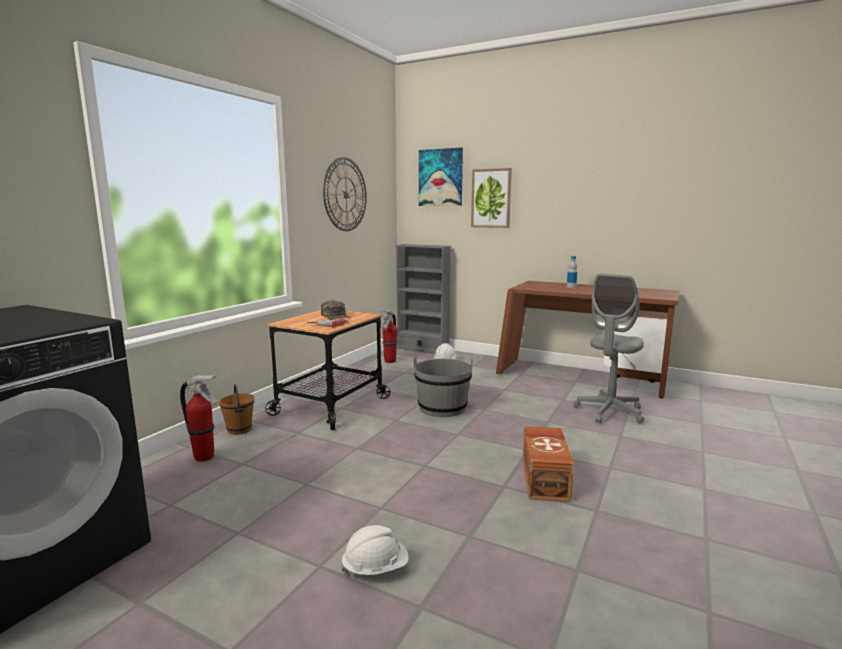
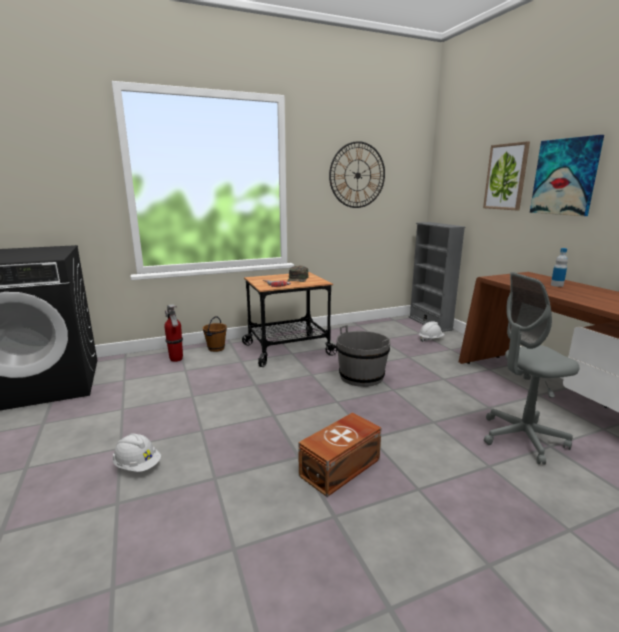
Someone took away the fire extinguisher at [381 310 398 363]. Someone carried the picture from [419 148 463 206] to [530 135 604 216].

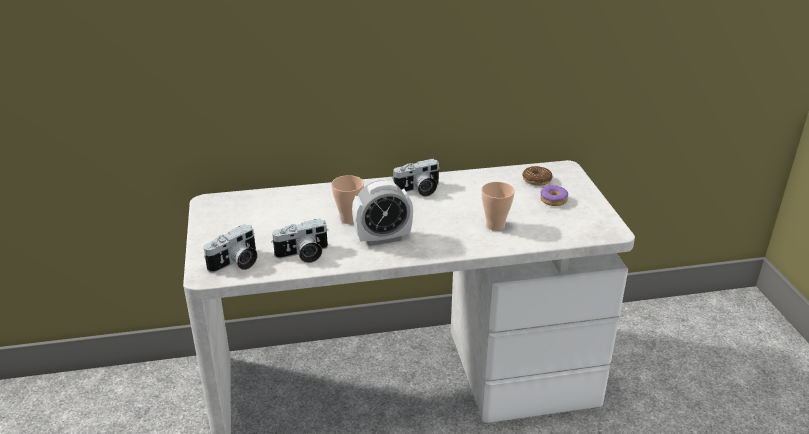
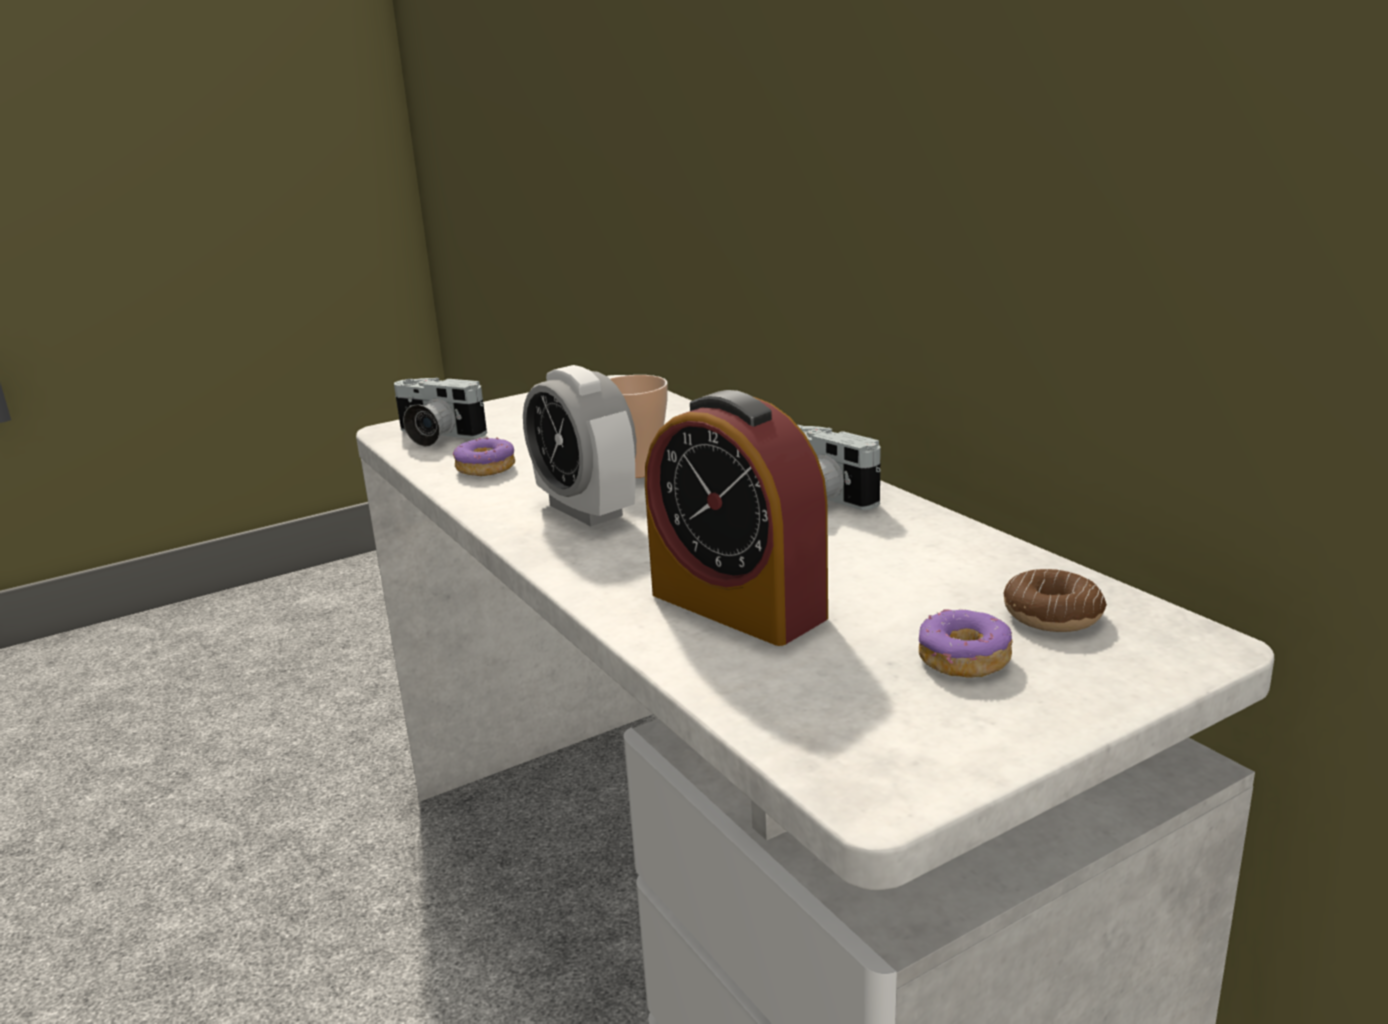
Someone swapped the photo camera at [271 219 328 263] for the donut at [453 437 515 476]. Someone swapped the cup at [481 182 515 231] for the alarm clock at [645 390 828 646].

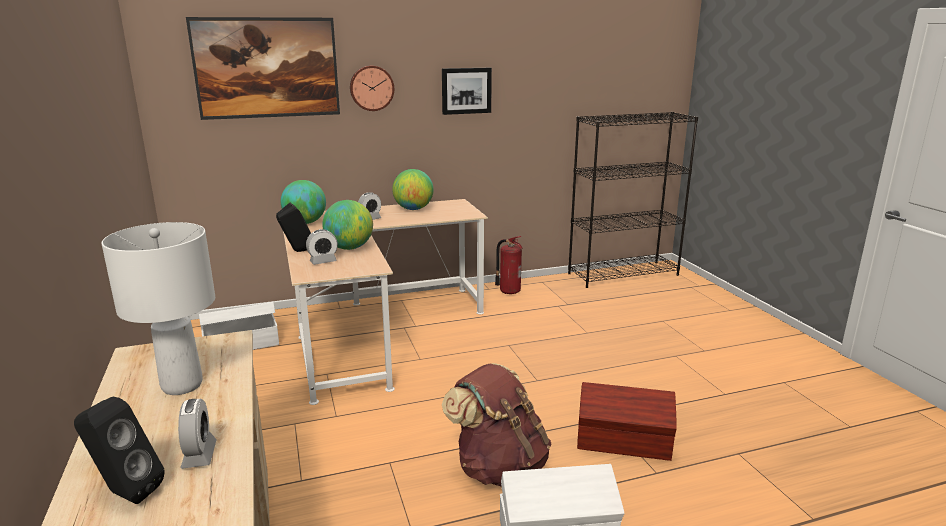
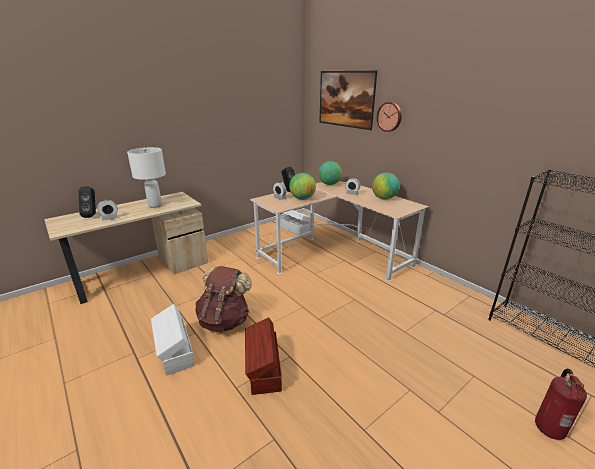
Someone took away the picture at [442 68 492 115]. Someone carried the fire extinguisher from [495 236 522 294] to [535 369 587 440].

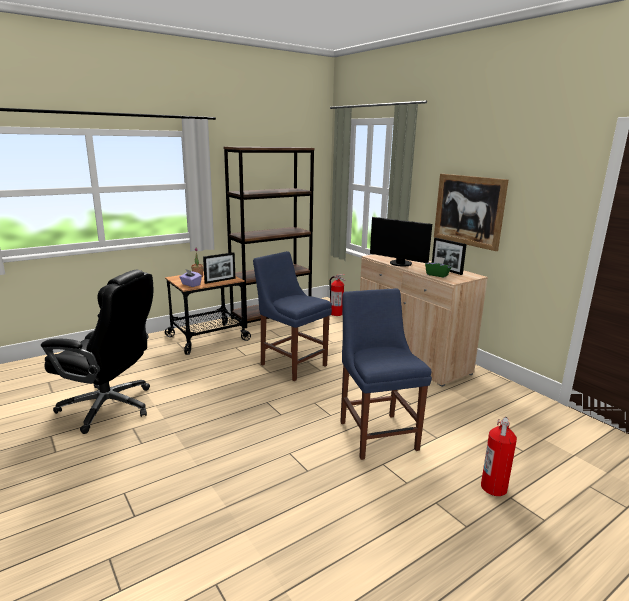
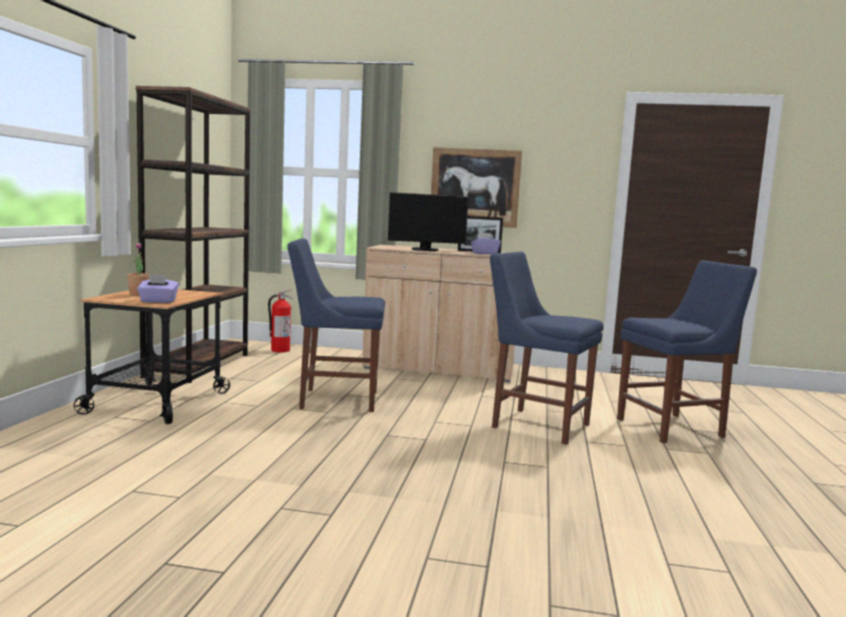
Someone took away the office chair/black at [41 270 153 434]. Someone took away the picture frame at [203 252 235 284]. Someone swapped the fire extinguisher at [481 417 517 496] for the chair/blue at [617 261 757 443]. Someone repainted the tissue box/green at [425 256 451 278], which became the tissue box/purple at [471 233 501 255].

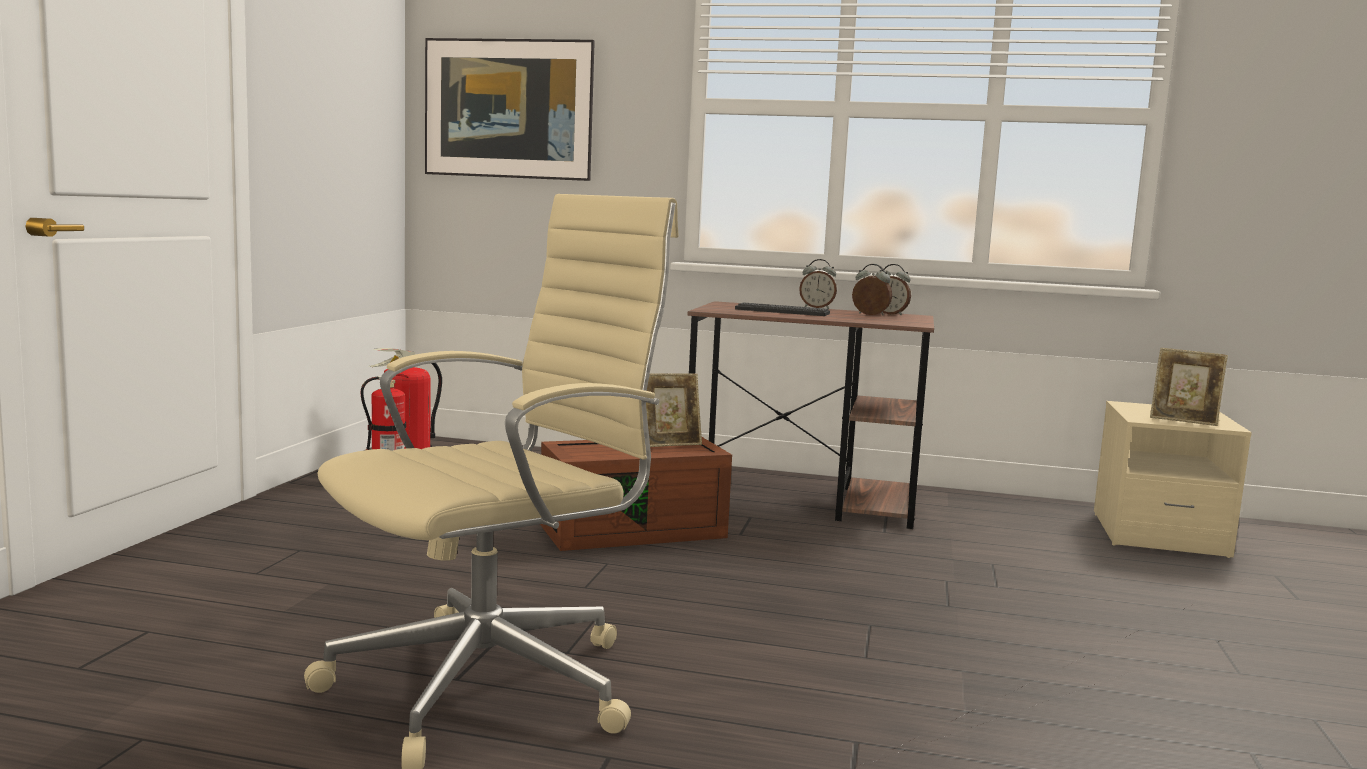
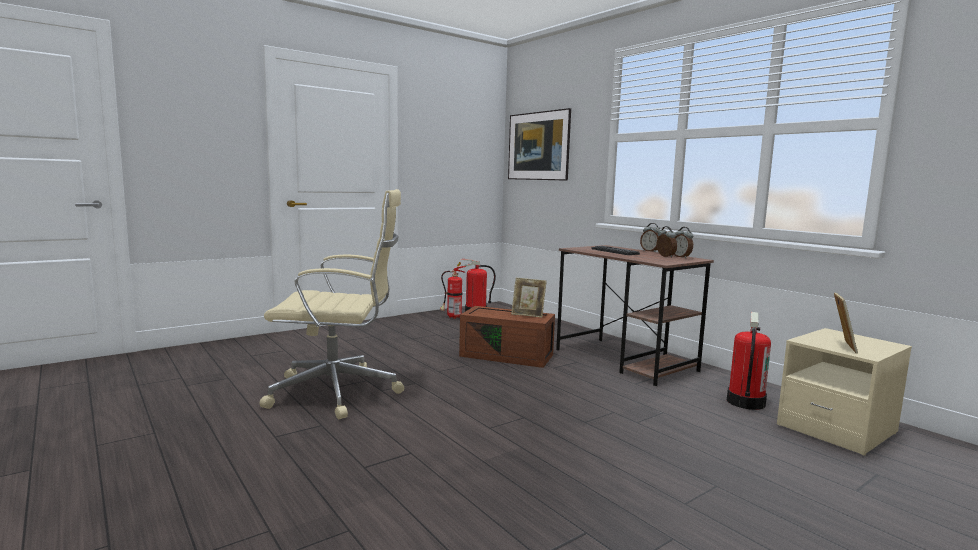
Someone put down the fire extinguisher at [727 312 771 410]. Someone rotated the picture frame at [1150 348 1228 426] by 135 degrees counterclockwise.

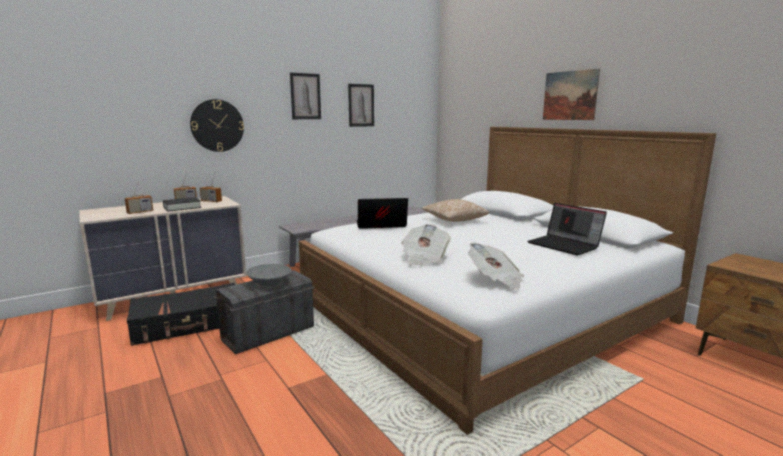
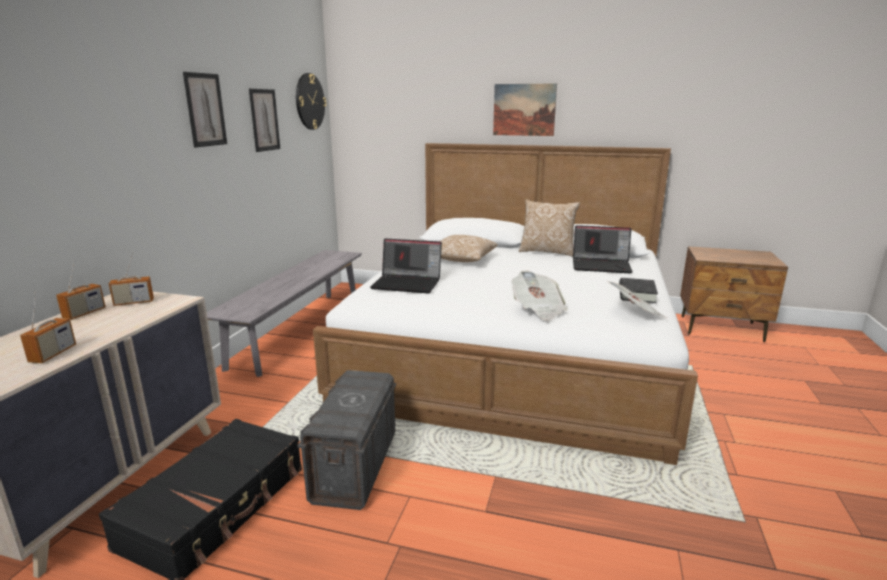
Someone took away the bowl/grey at [246 264 292 287]. Someone put down the pillow at [519 199 580 257]. Someone carried the book/black from [163 197 202 212] to [619 278 658 303]. Someone carried the wall clock from [190 99 244 152] to [296 73 326 130]. Someone rotated the laptop at [356 198 408 229] by 120 degrees counterclockwise.

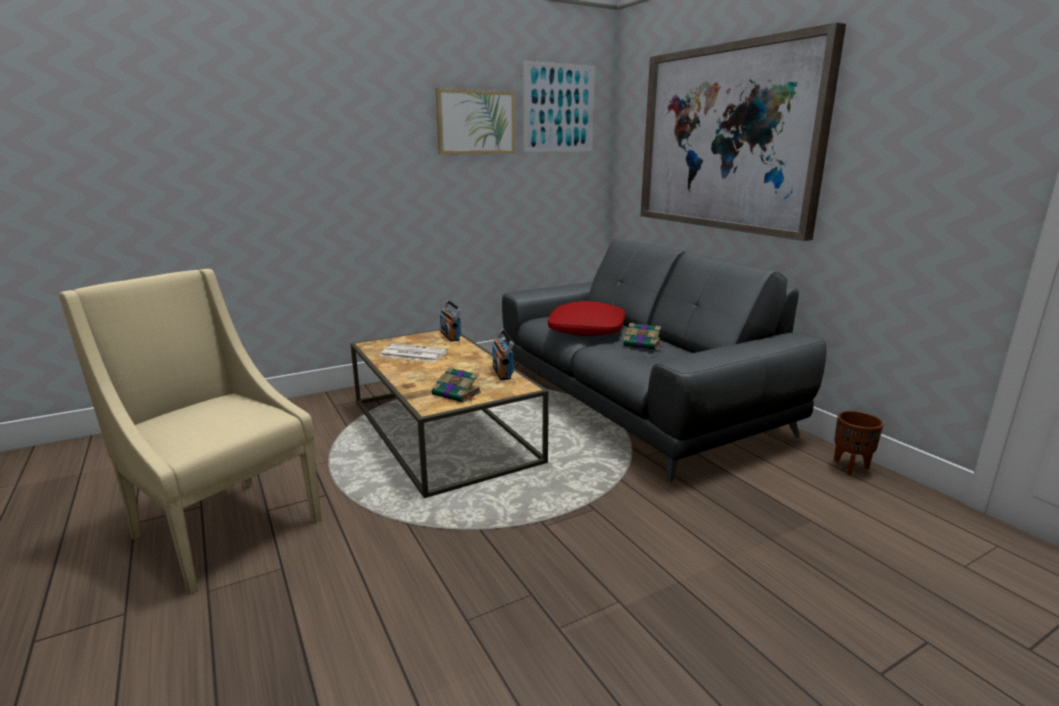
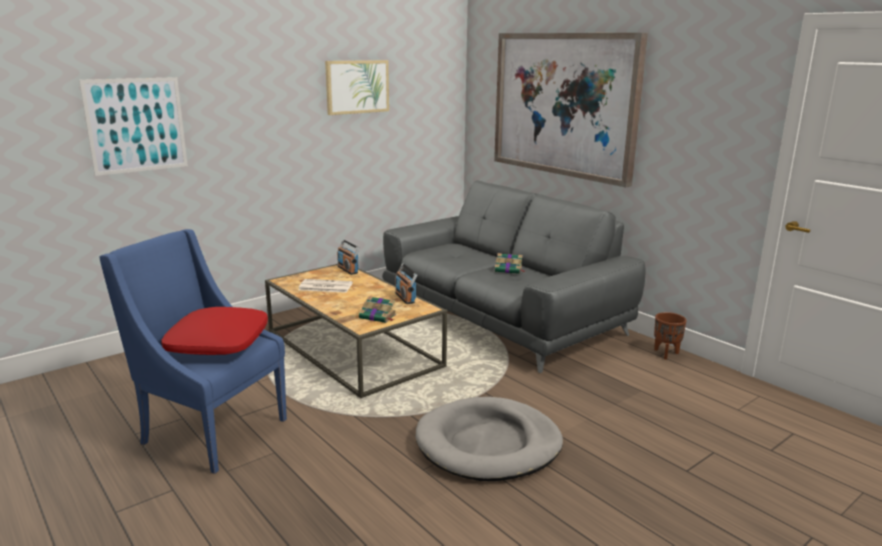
Someone put down the dog bed/grey at [416 397 563 481]. Someone carried the picture from [523 61 595 152] to [79 77 188 176]. Someone carried the pillow/red from [548 301 626 336] to [161 307 268 355]. Someone repainted the armchair/beige at [59 269 321 594], which became the armchair/blue at [100 229 287 474].

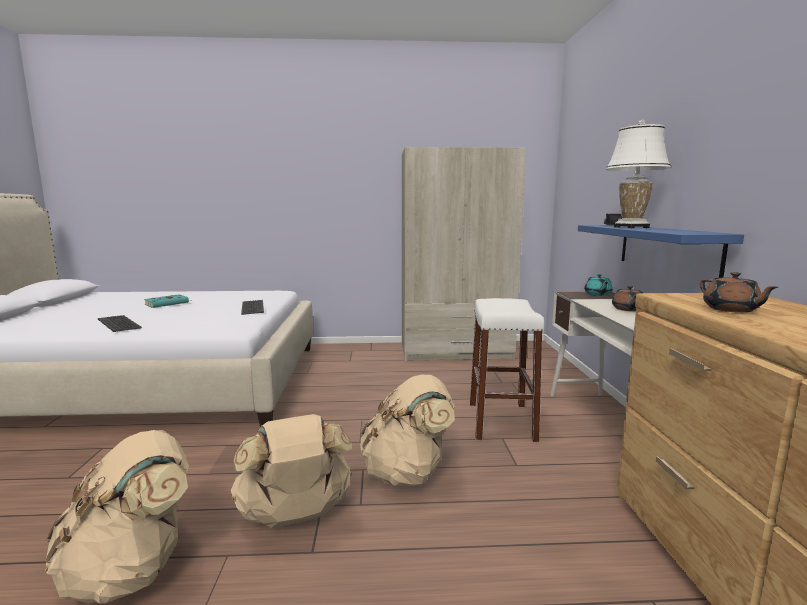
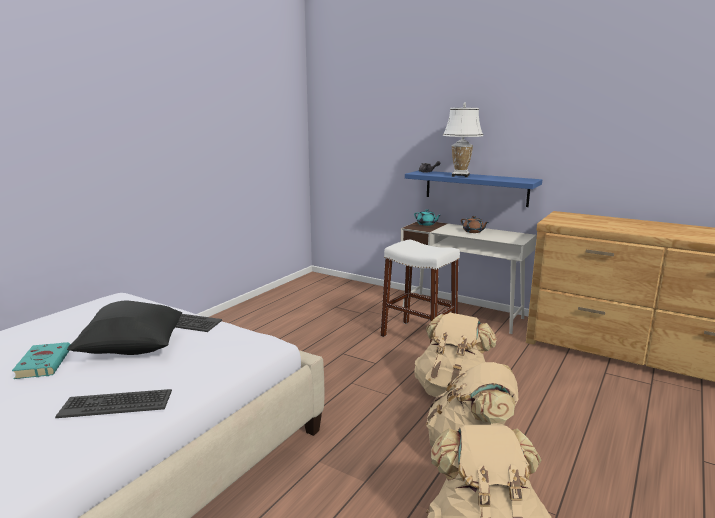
Someone took away the wardrobe/beige at [402 147 526 361]. Someone took away the teapot/brown at [700 272 778 313]. Someone put down the pillow/black at [67 301 182 355].

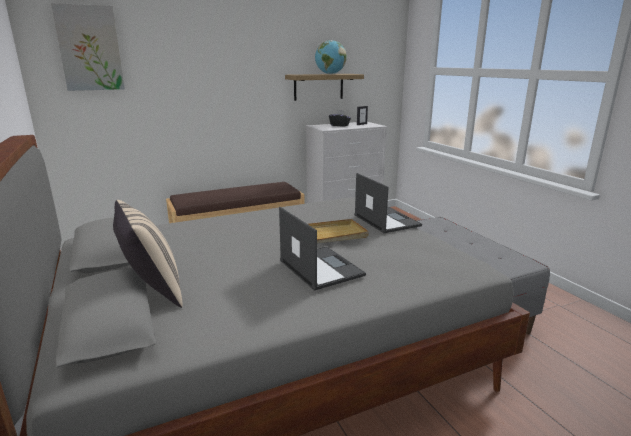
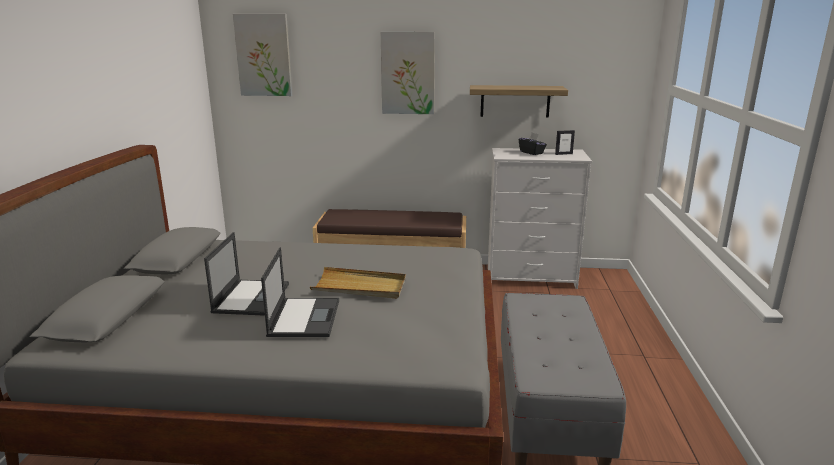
Someone took away the pillow/beige at [113 200 183 308]. Someone took away the globe at [315 40 347 74]. Someone put up the picture at [381 32 435 114]. Someone carried the laptop from [354 173 422 233] to [204 232 289 316].

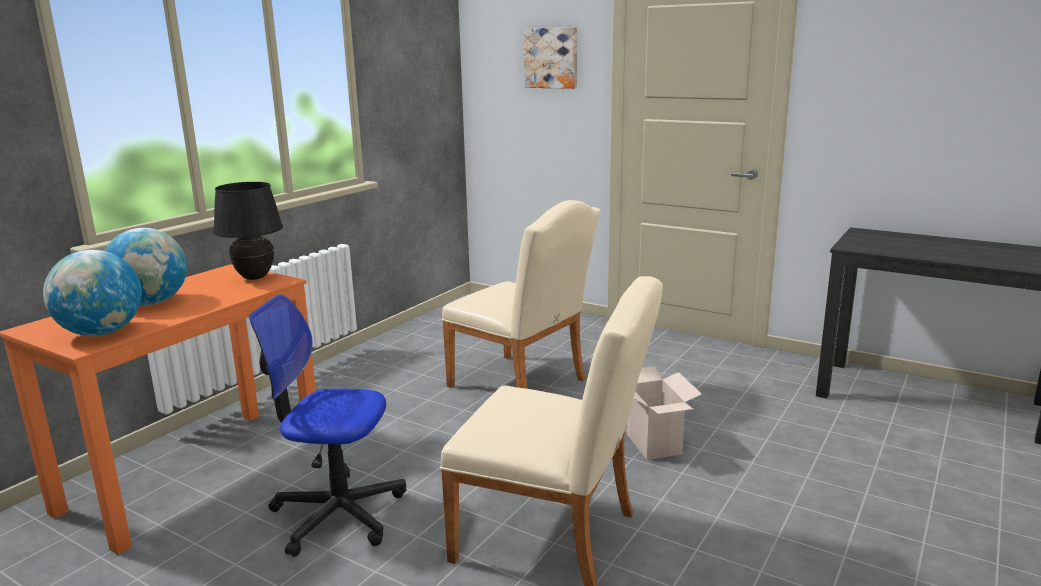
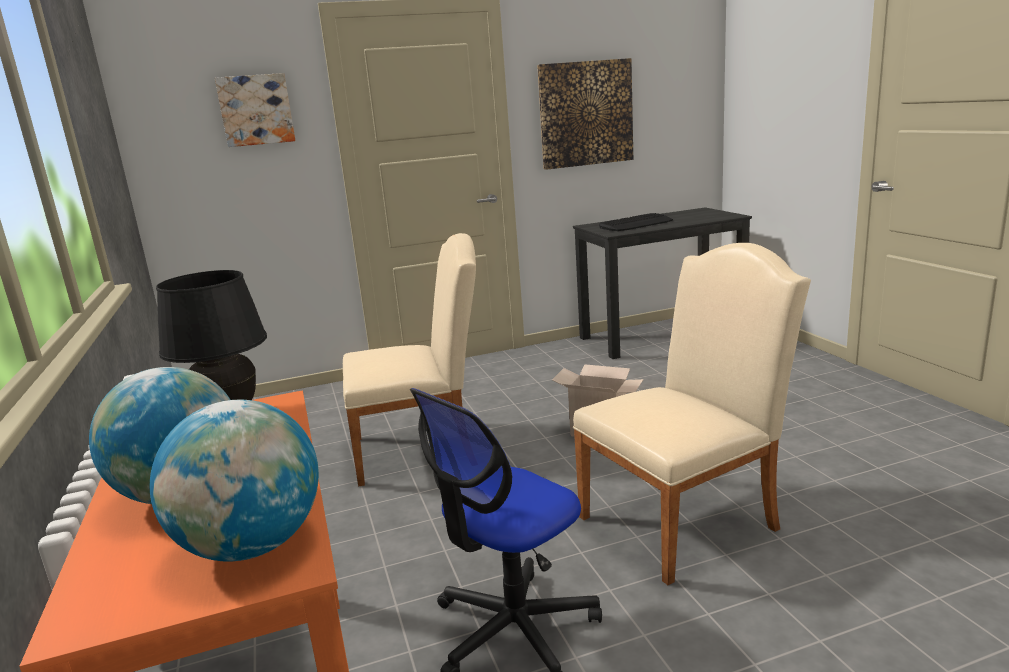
Someone put up the picture at [537 58 633 170]. Someone put down the keyboard at [599 213 673 231].

